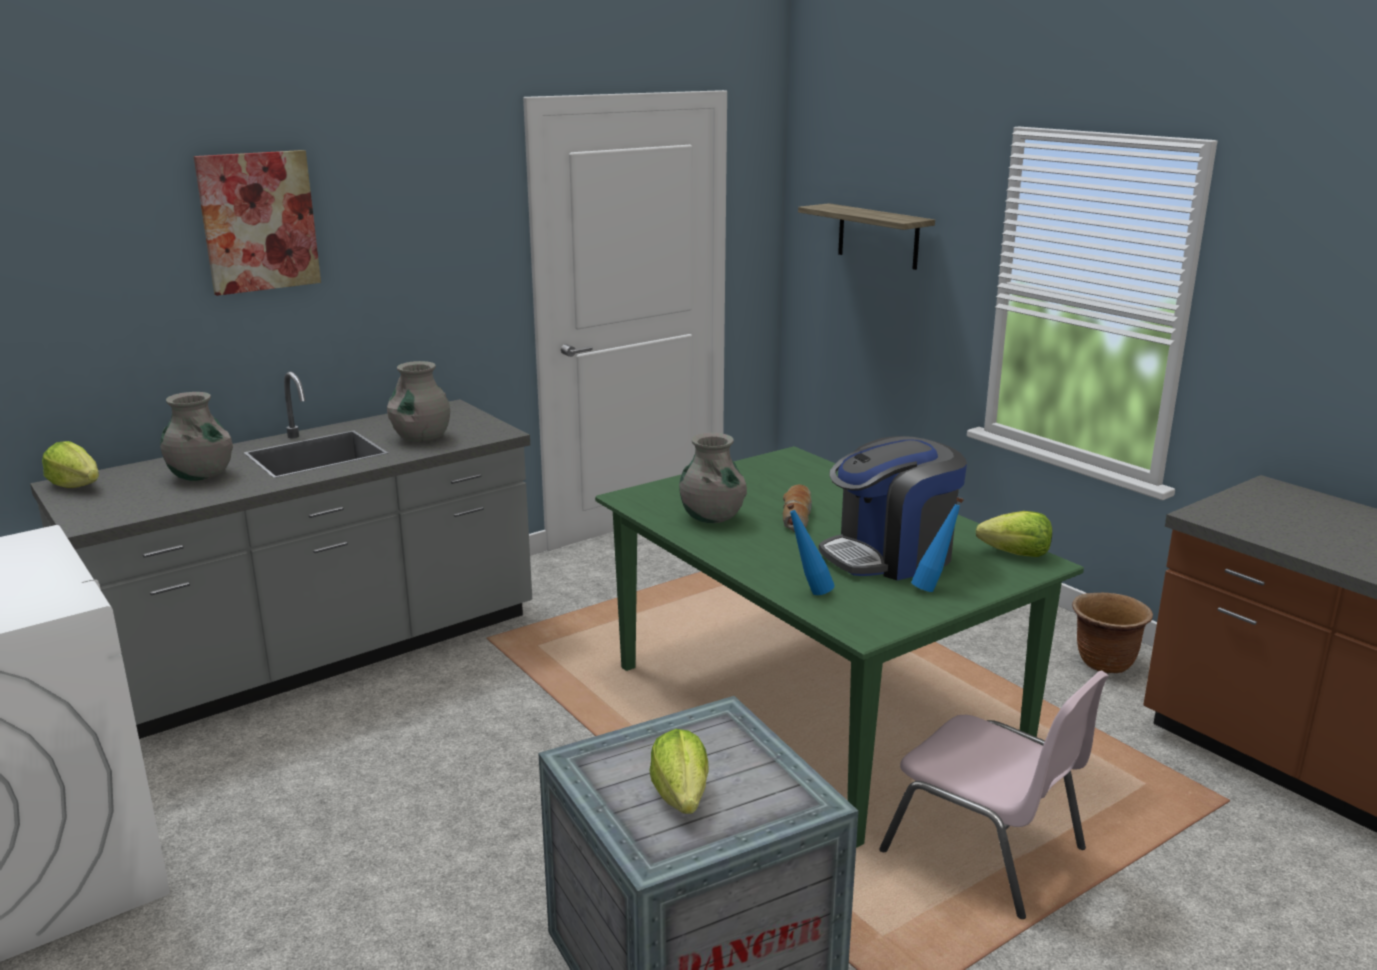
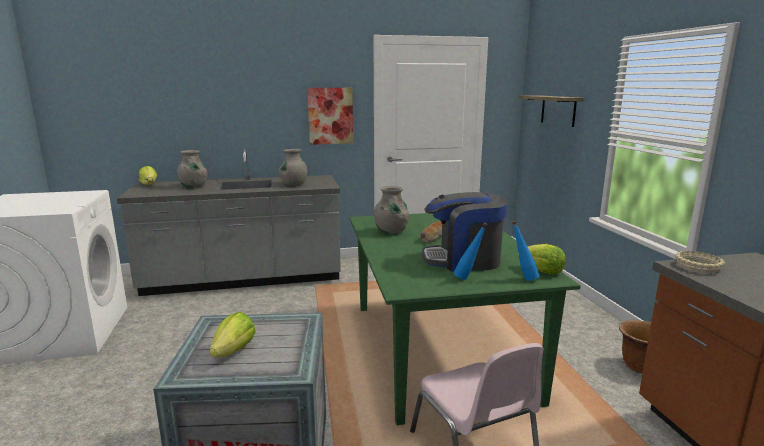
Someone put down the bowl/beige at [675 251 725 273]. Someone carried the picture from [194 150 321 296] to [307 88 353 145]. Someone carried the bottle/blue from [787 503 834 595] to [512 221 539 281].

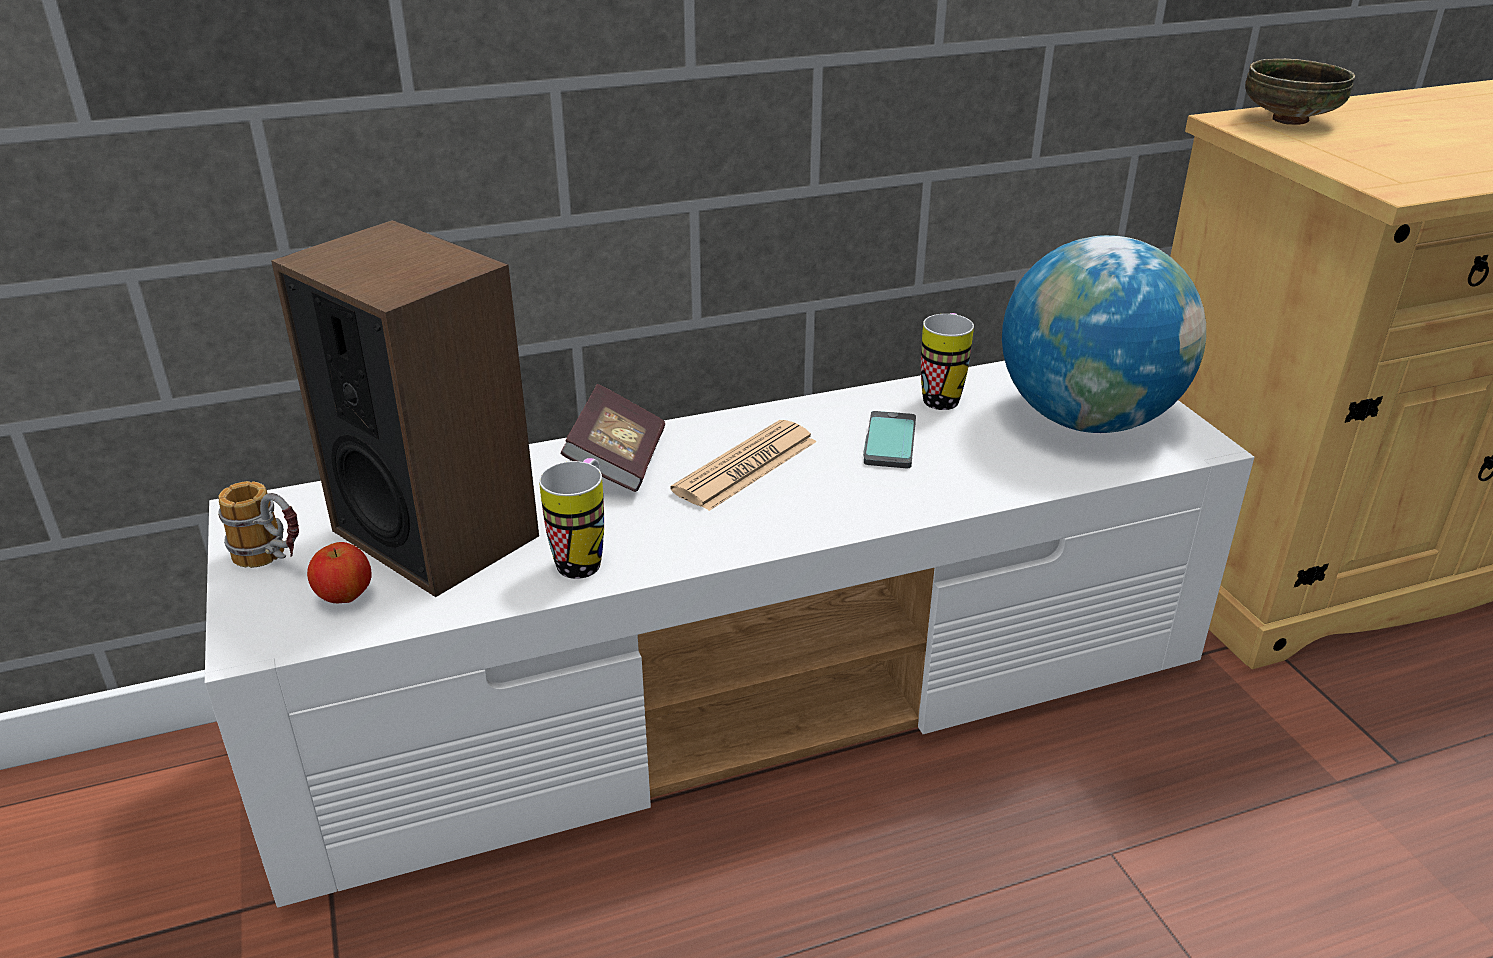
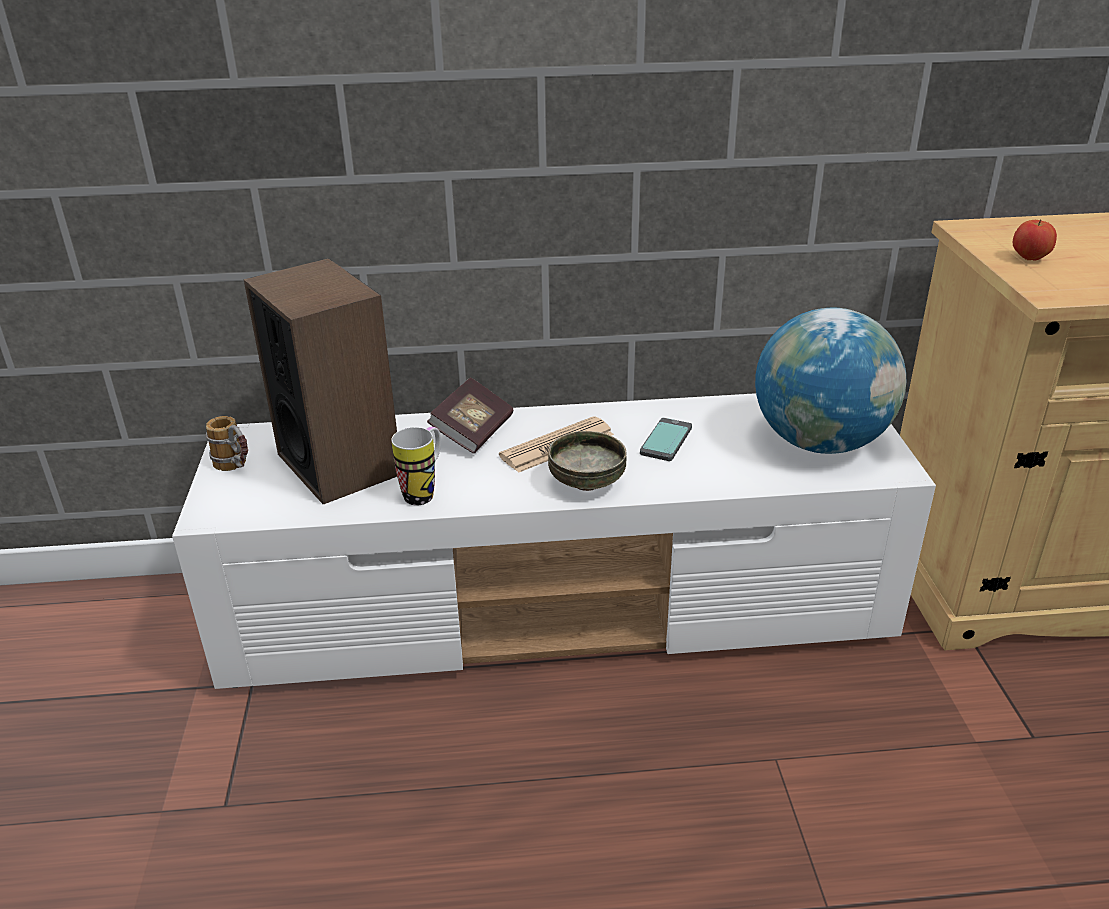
Someone took away the mug at [921 313 974 410]. Someone carried the apple from [307 542 372 603] to [1013 219 1057 261]. Someone carried the bowl from [1245 59 1355 125] to [548 431 627 491].

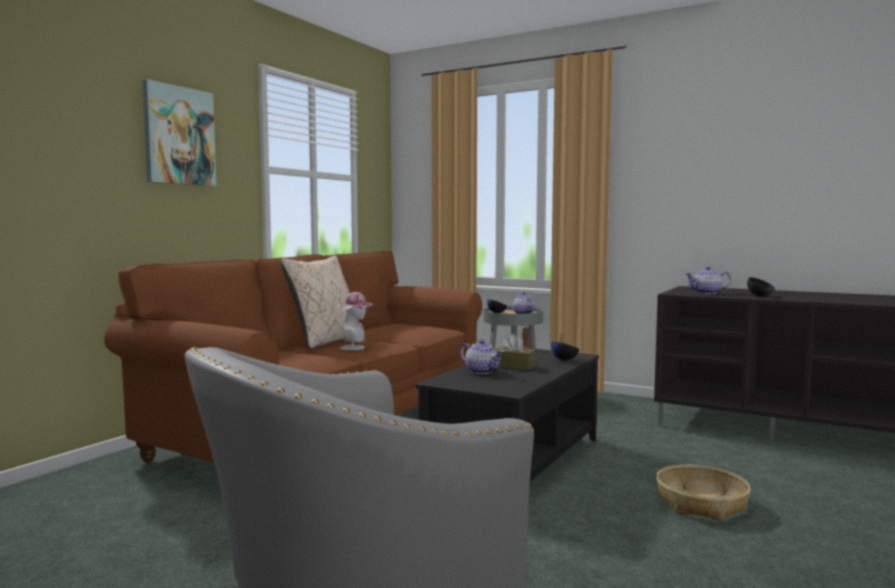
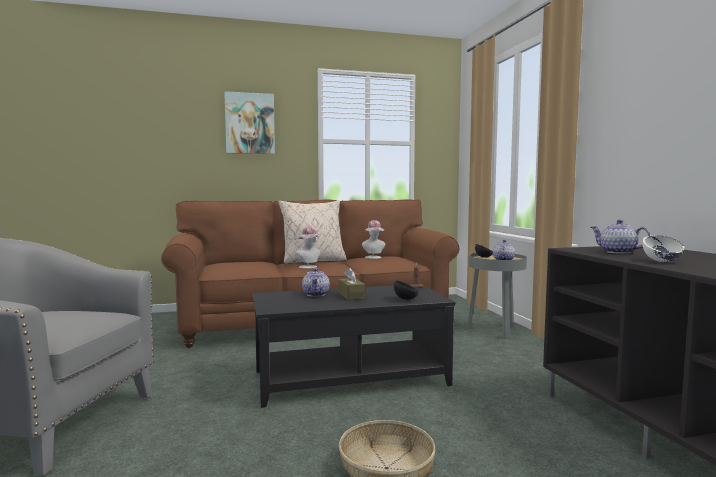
Someone put down the hat at [362 220 385 259]. Someone repainted the bowl/black at [747 277 775 297], which became the bowl/white at [643 235 685 262].

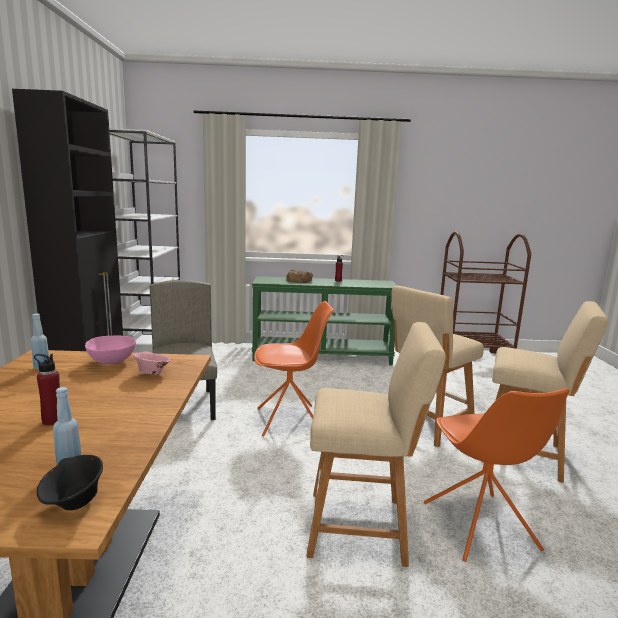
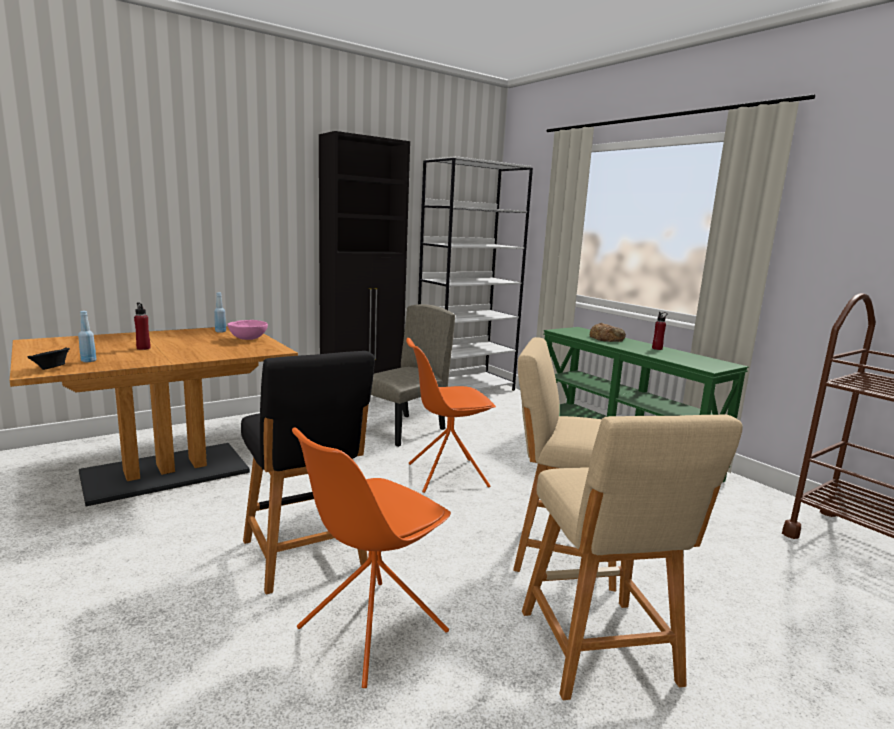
Someone took away the bowl/pink at [133 351 171 375]. Someone repainted the stool/beige at [306 322 446 567], which became the stool/black at [241 351 375 595]. Someone rotated the chair/orange at [254 301 334 437] by 120 degrees clockwise.

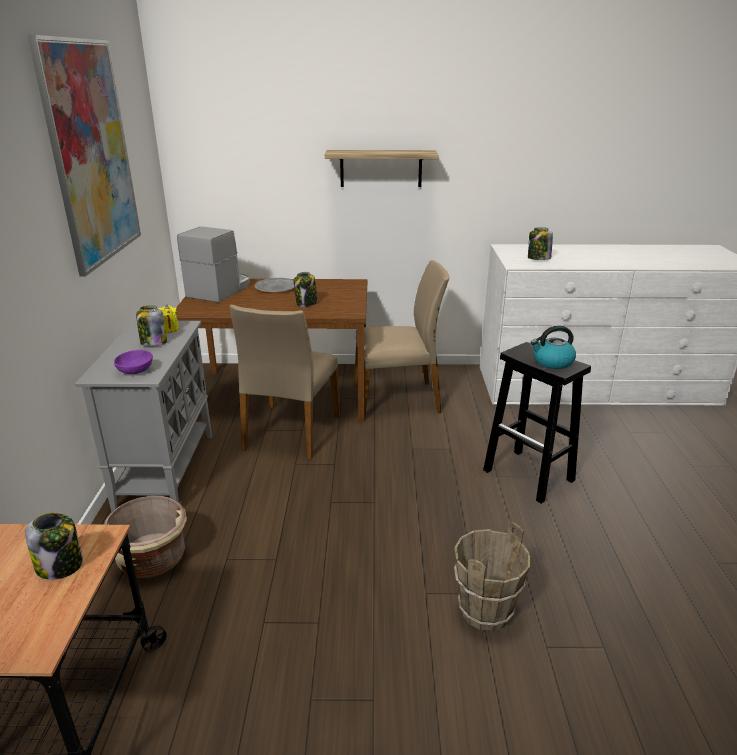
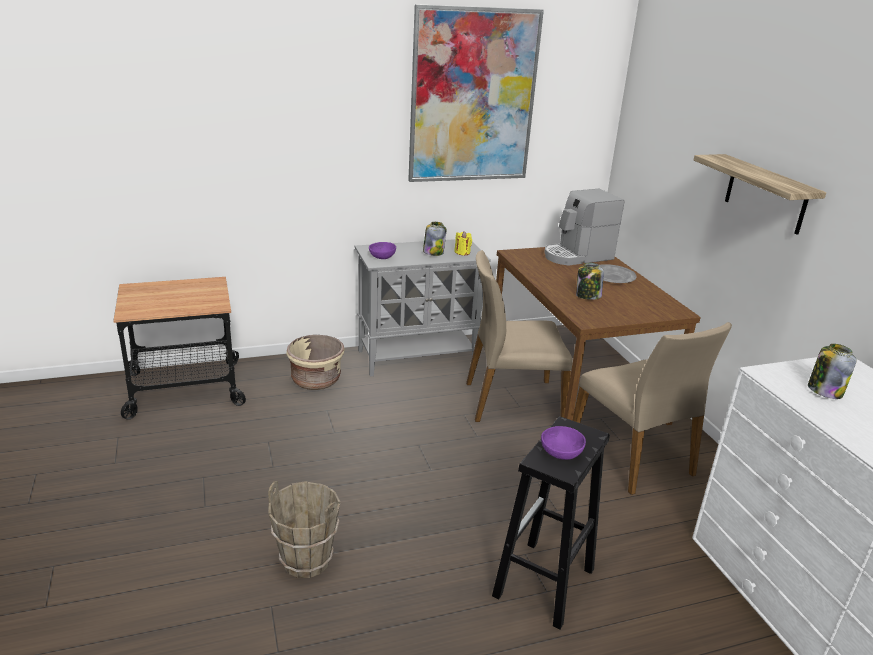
Someone took away the jar at [25 513 83 580]. Someone swapped the kettle at [531 326 576 369] for the bowl/purple at [541 426 586 460]. Someone rotated the coffee machine at [177 226 250 303] by 150 degrees clockwise.

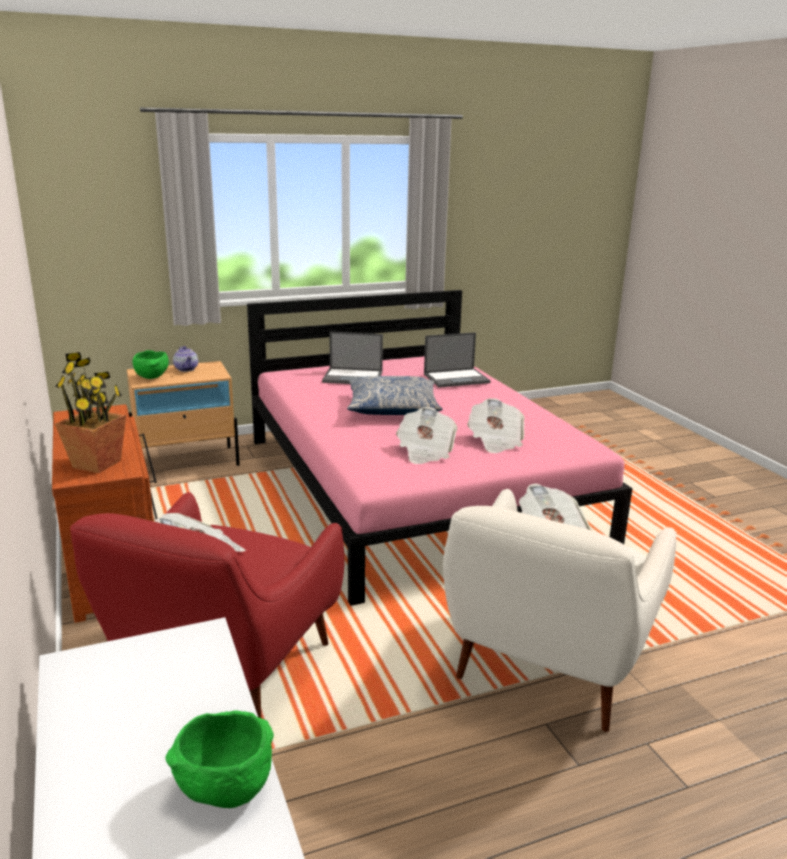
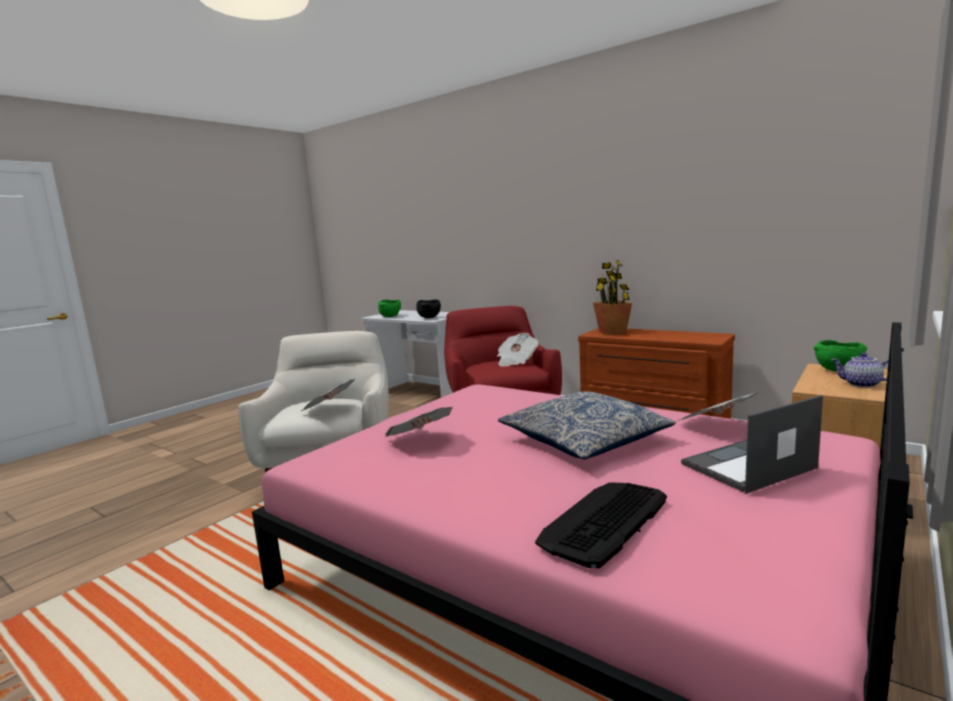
Someone put down the bowl/black at [416 300 441 318]. Someone carried the newspaper from [396 407 458 464] to [677 393 759 421]. Someone swapped the laptop at [424 332 491 388] for the keyboard at [535 482 667 568].

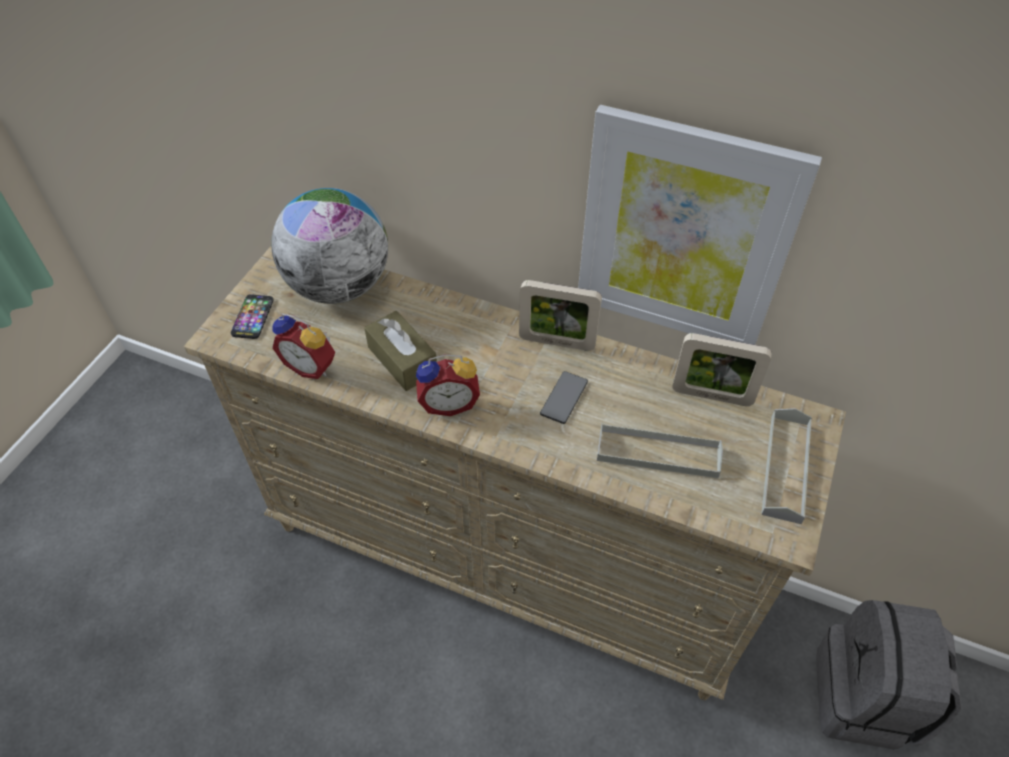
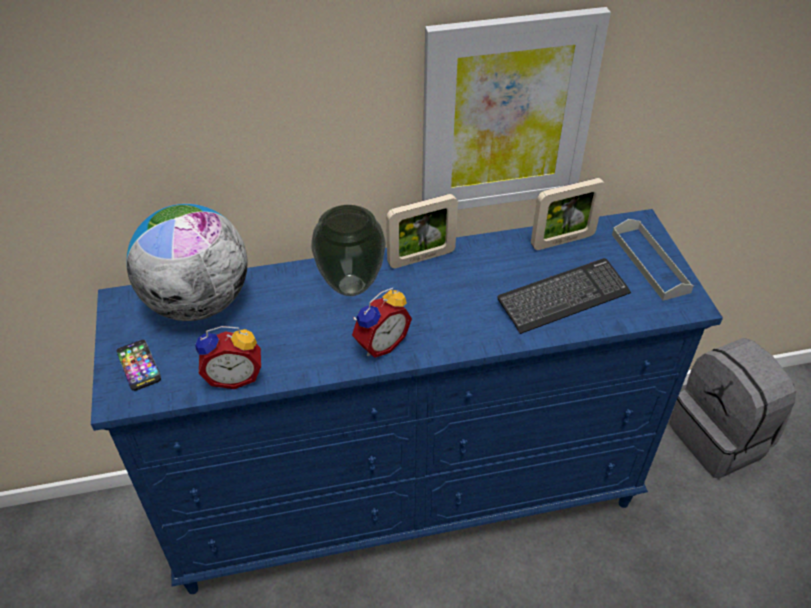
Someone took away the tissue box/brown at [364 311 437 391]. Someone took away the phone at [540 371 588 424]. Someone put down the vase at [311 205 386 296]. Someone swapped the tray/grey at [597 423 723 478] for the keyboard at [497 258 631 334]. Someone repainted the dresser/beige at [184 246 846 700], which became the dresser/blue at [91 209 723 594].

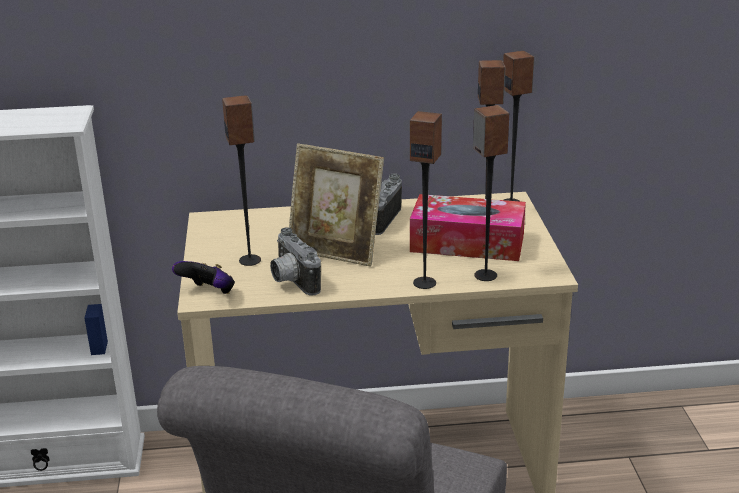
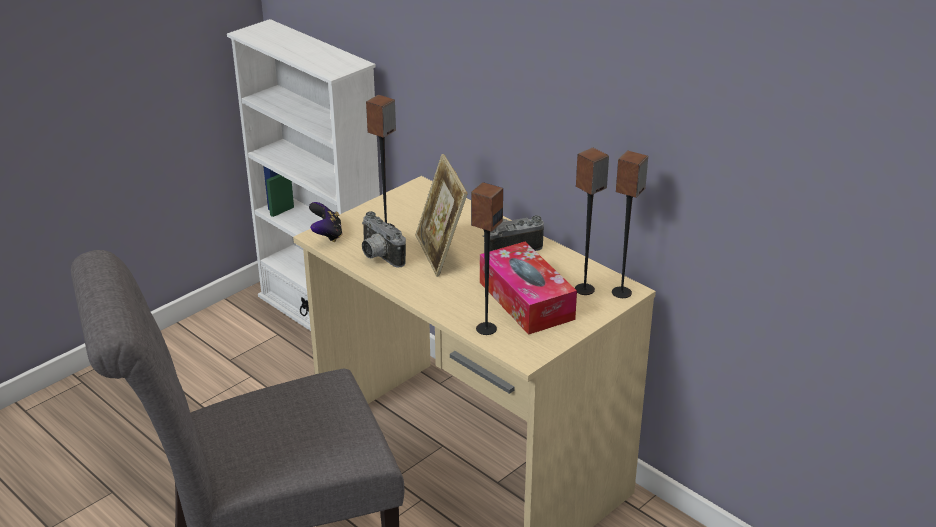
Someone took away the speaker at [410 111 442 289]. Someone rotated the photo camera at [270 227 321 296] by 60 degrees counterclockwise.

